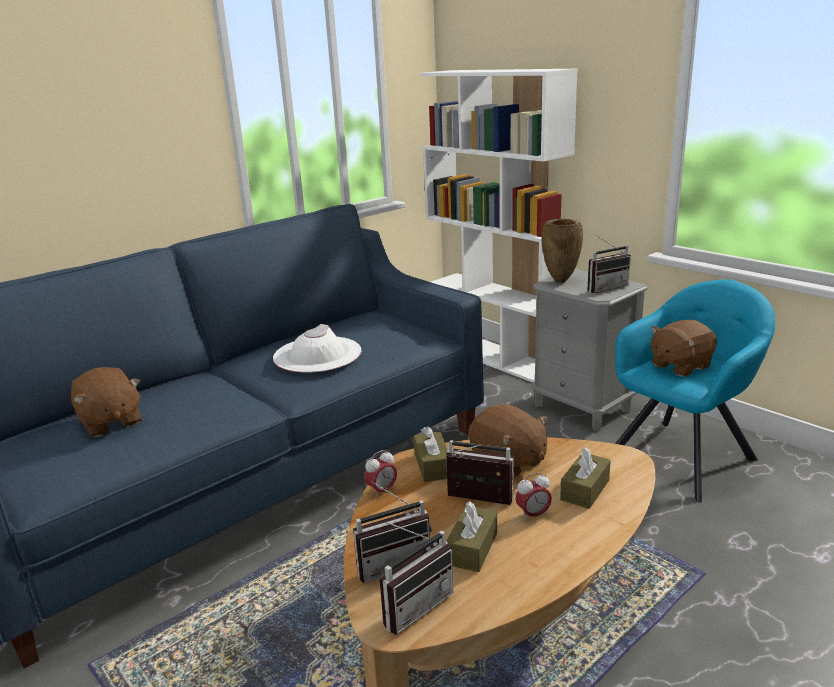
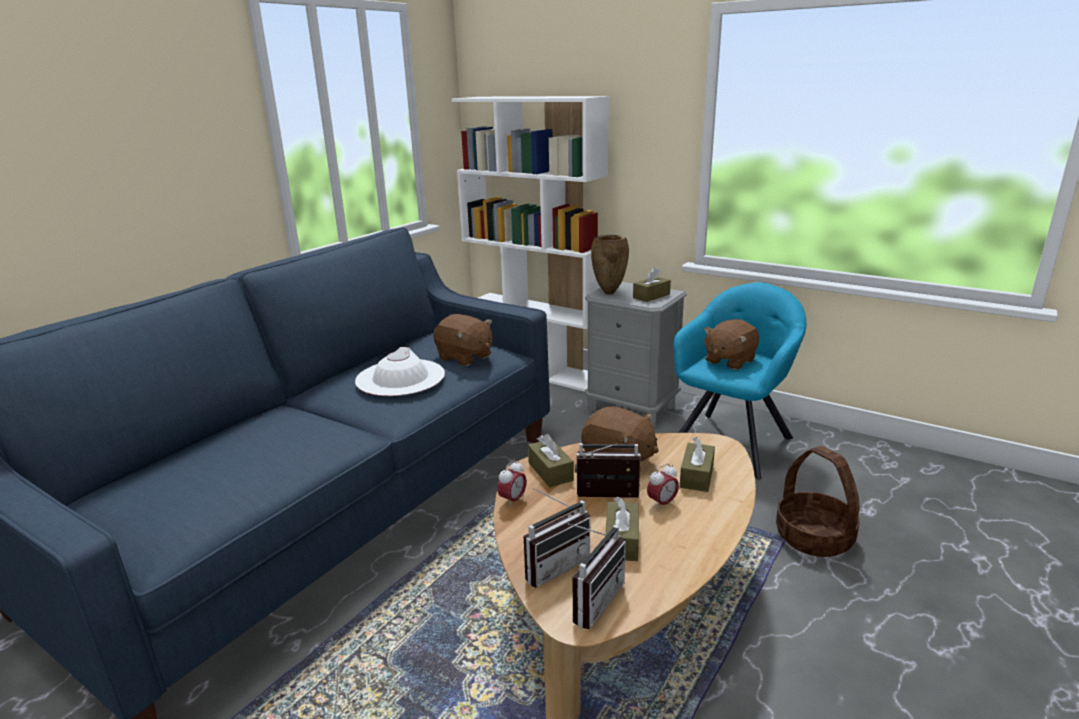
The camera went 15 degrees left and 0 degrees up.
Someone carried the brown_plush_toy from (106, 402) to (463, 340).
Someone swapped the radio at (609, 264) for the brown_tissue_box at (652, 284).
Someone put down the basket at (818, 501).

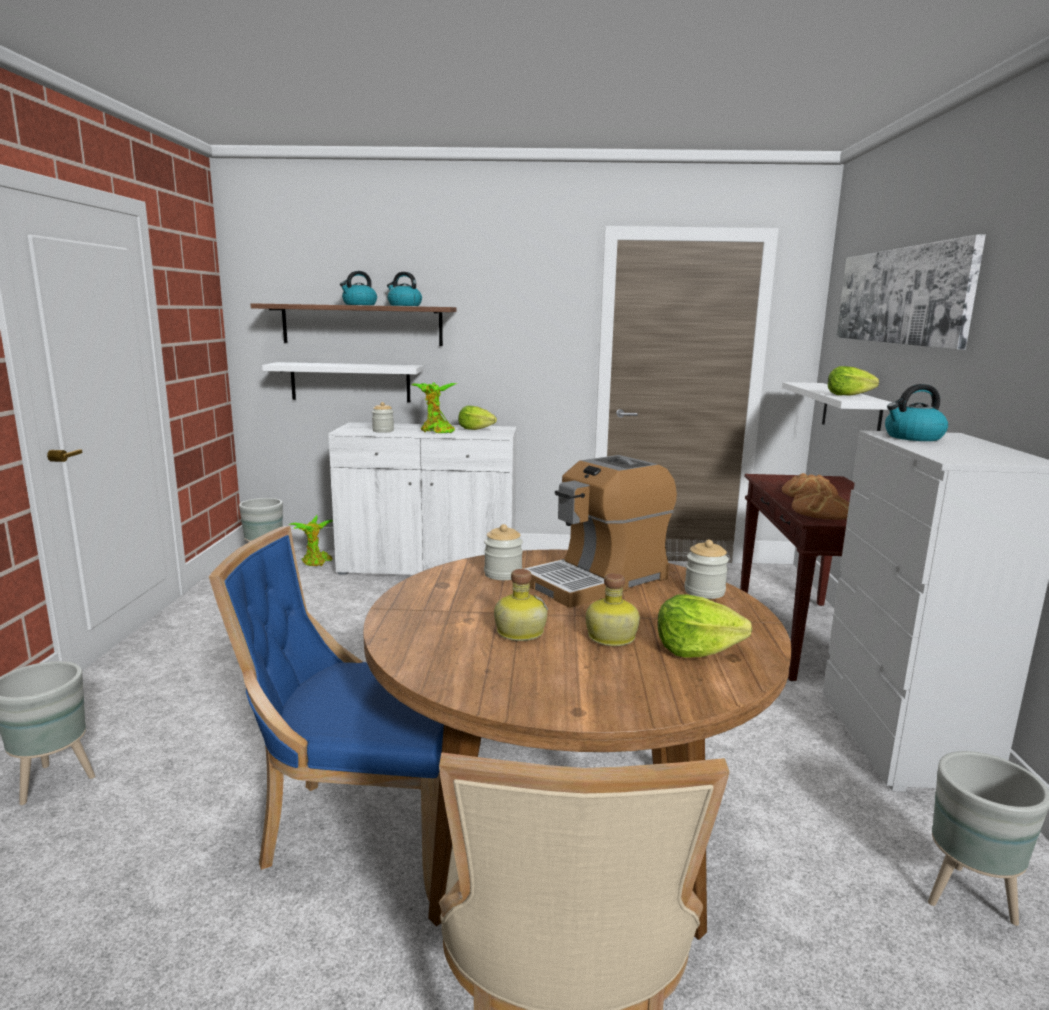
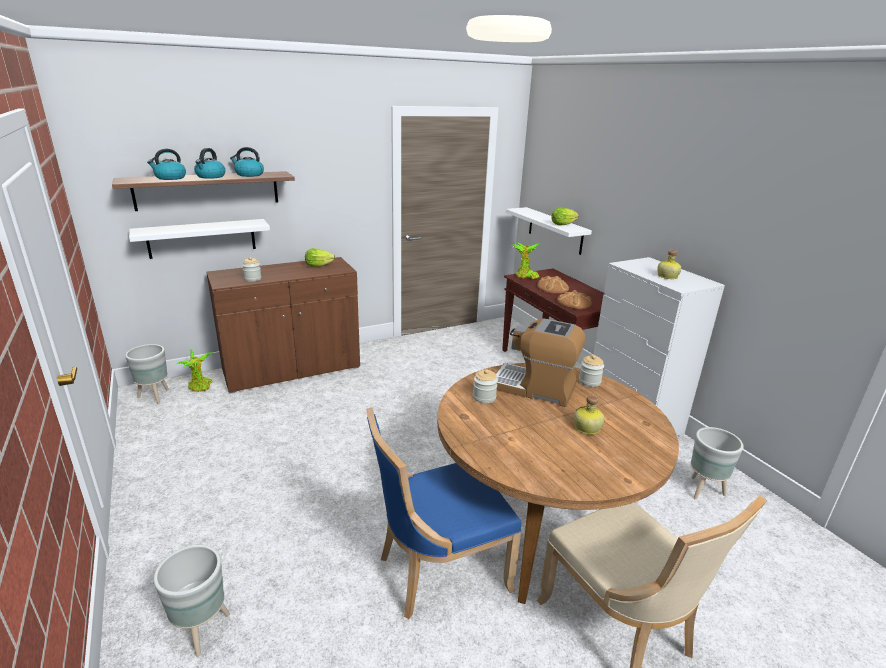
The camera went 30 degrees left and 10 degrees up.
Someone repainted the white_cabinet at (422, 498), which became the brown_cabinet at (283, 325).
Someone carried the potted_plant from (434, 407) to (526, 260).
Someone carried the bottle from (521, 605) to (669, 264).
Someone rotated the coffee_machine at (600, 531) by 90 degrees clockwise.
Someone took away the lettuce at (705, 625).
Someone took away the picture at (911, 292).
Someone carried the kettle from (916, 412) to (166, 164).

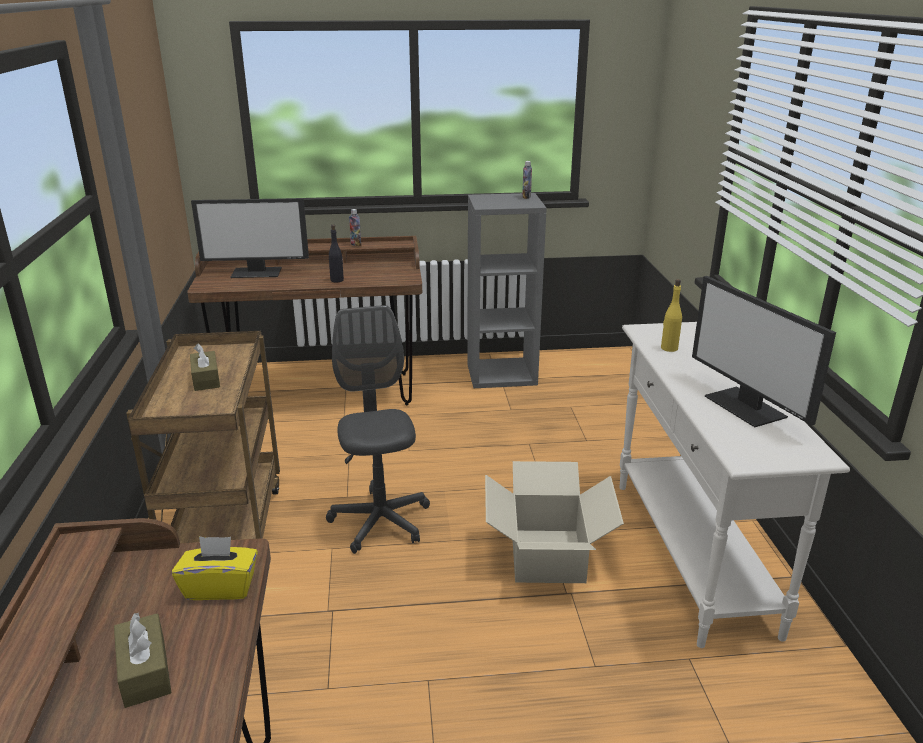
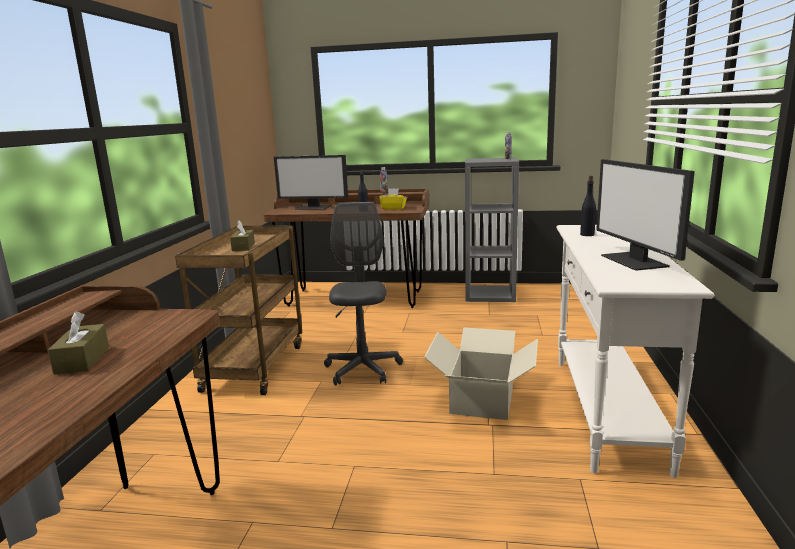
The camera went 15 degrees right and 10 degrees down.
Someone carried the yellow_tissue_box from (215, 568) to (393, 199).
Someone repainted the yellow_bottle at (671, 315), which became the black_bottle at (588, 206).

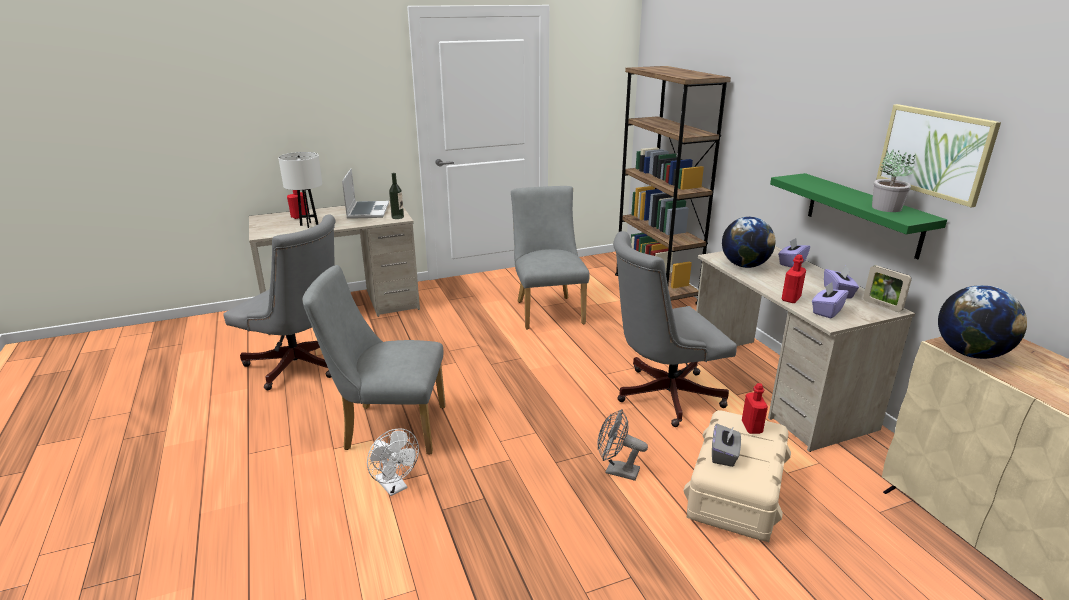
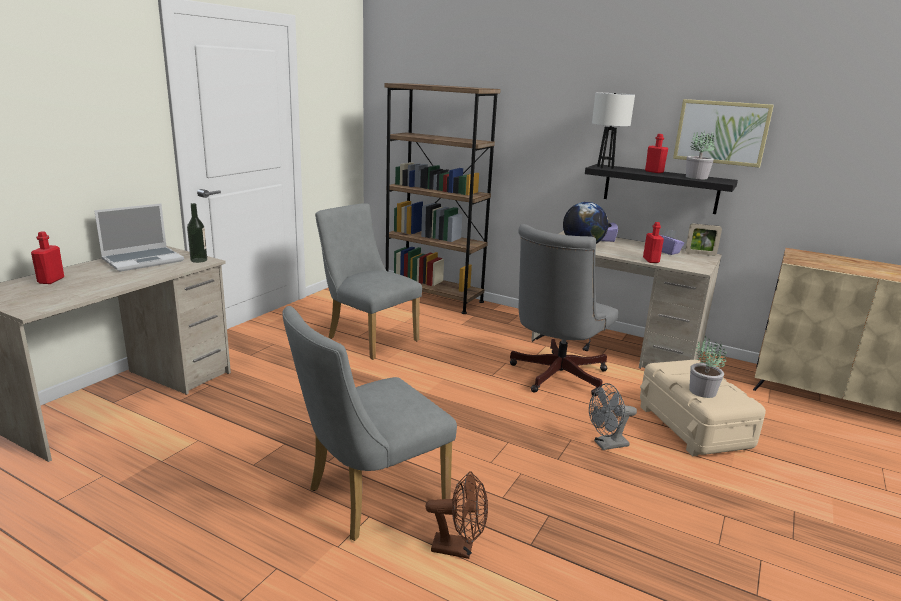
The camera went 40 degrees left and 5 degrees down.
Someone took away the grey_office_chair at (279, 302).
Someone carried the white_table_lamp from (300, 190) to (613, 130).
Someone rotated the laptop at (365, 194) by 90 degrees clockwise.
Someone repainted the white_fan at (393, 462), which became the brown_fan at (456, 515).
Someone swapped the grey_tissue_box at (726, 445) for the potted_plant at (708, 367).
Someone carried the red_bottle from (755, 408) to (656, 153).
Someone repainted the green_shelf at (858, 216), which became the black_shelf at (661, 189).
Someone took away the purple_tissue_box at (830, 300).
Someone took away the globe at (982, 322).

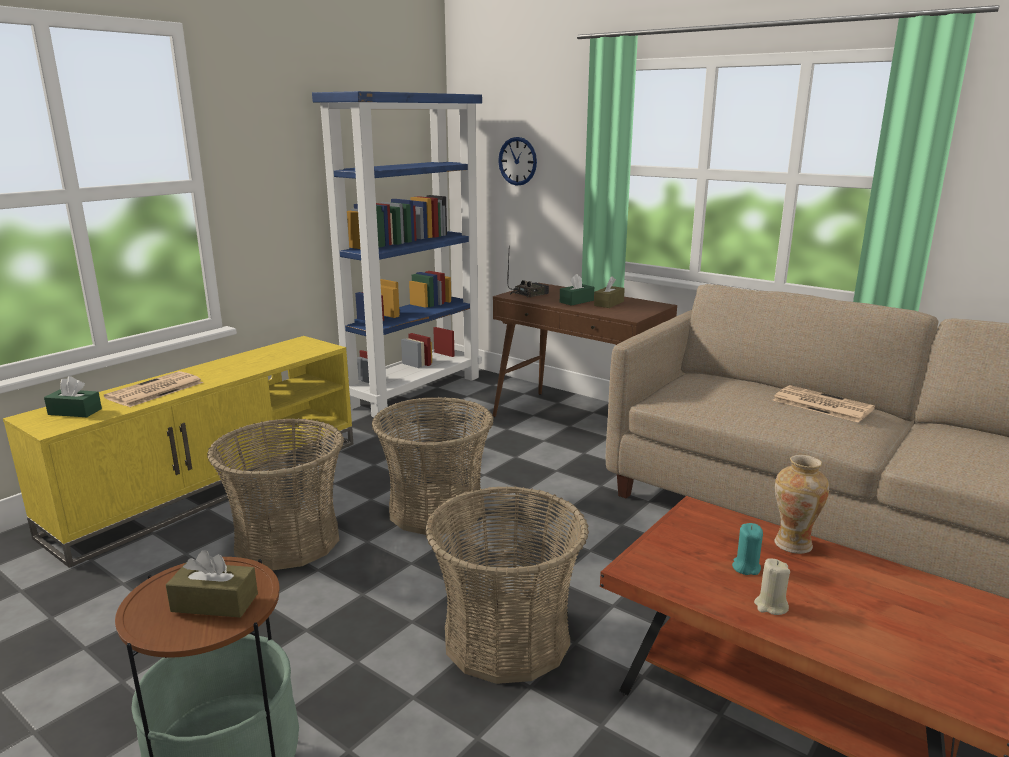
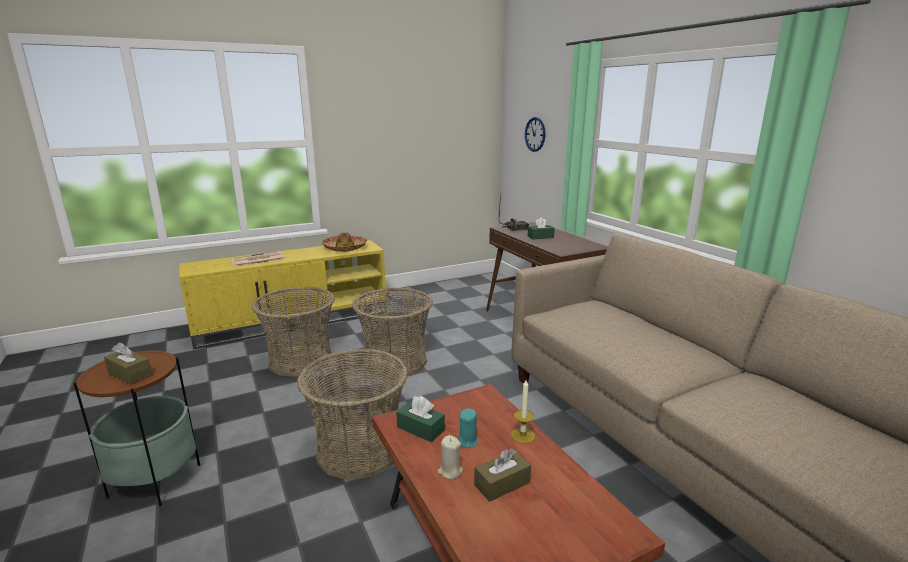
The camera went 25 degrees right and 0 degrees up.
Someone carried the green_tissue_box from (73, 396) to (420, 419).
Someone took away the blue_bookcase at (397, 254).
Someone carried the brown_tissue_box from (609, 292) to (502, 475).
Someone took away the newspaper at (824, 404).
Someone swapped the vase at (801, 504) for the candle at (523, 411).
Someone put down the hat at (344, 241).

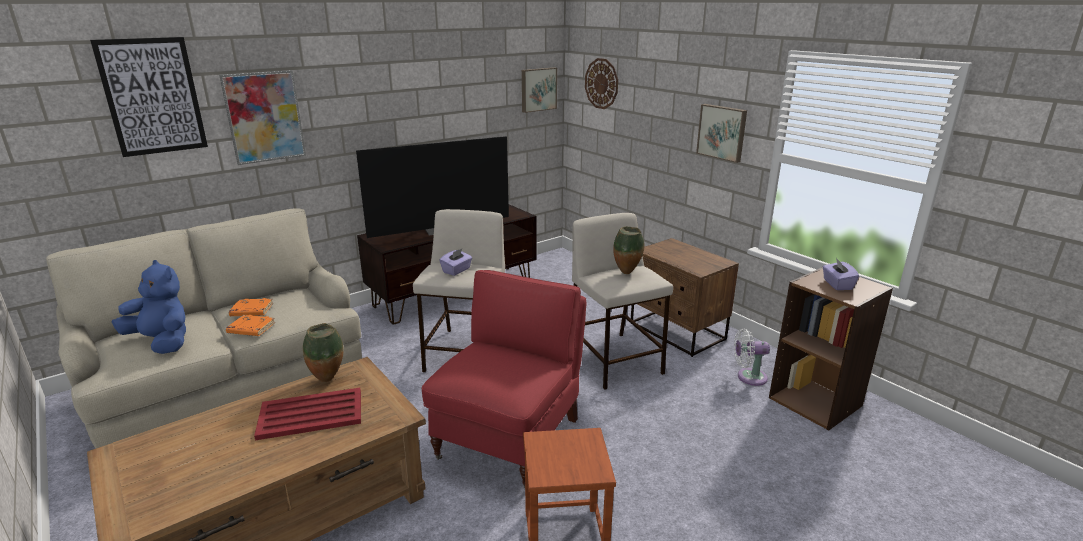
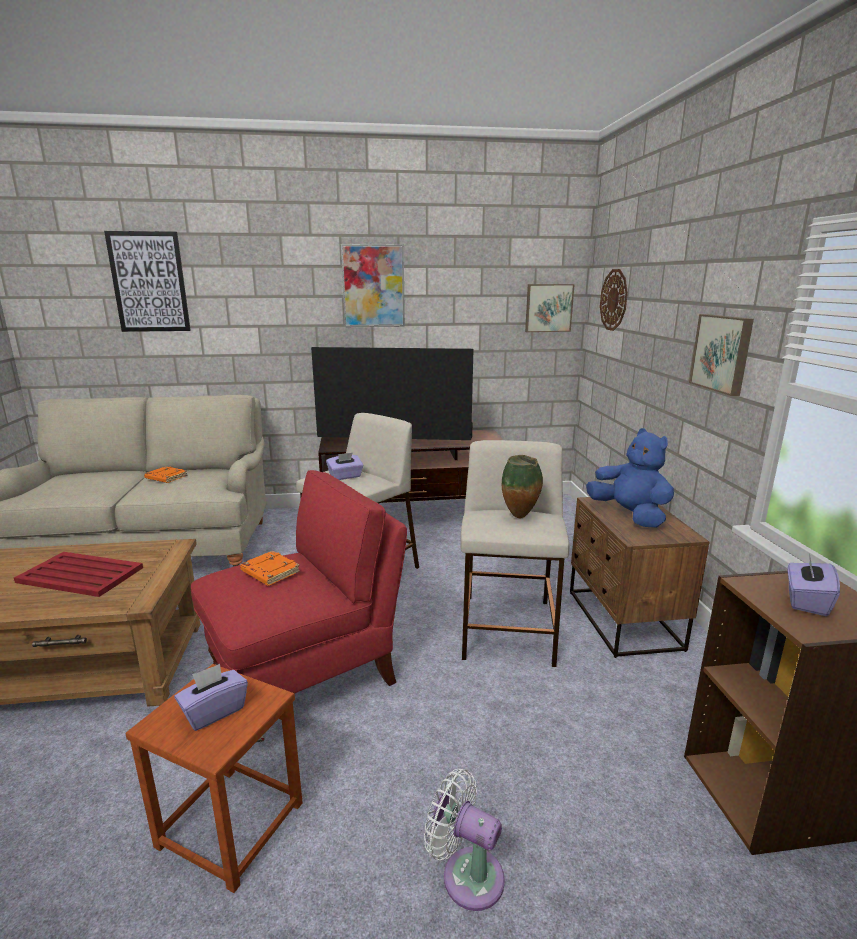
The camera went 30 degrees right and 5 degrees down.
Someone carried the blue_plush_toy from (149, 307) to (630, 478).
Someone carried the picture from (262, 117) to (373, 285).
Someone carried the orange_book from (250, 325) to (270, 568).
Someone took away the vase at (323, 352).
Someone carried the white_fan from (752, 357) to (464, 839).
Someone put down the purple_tissue_box at (211, 697).

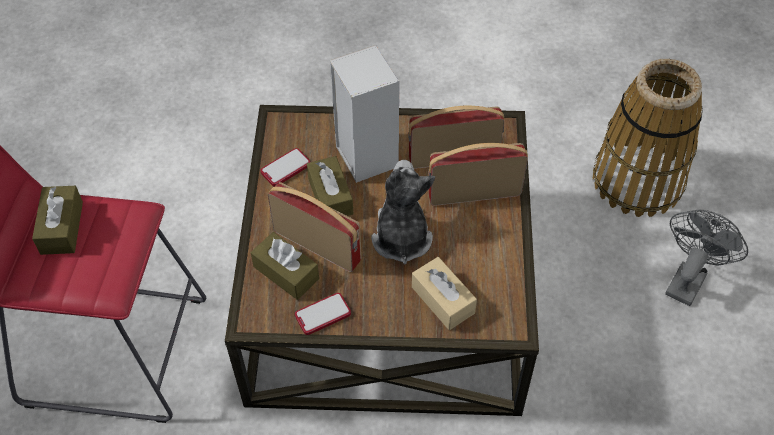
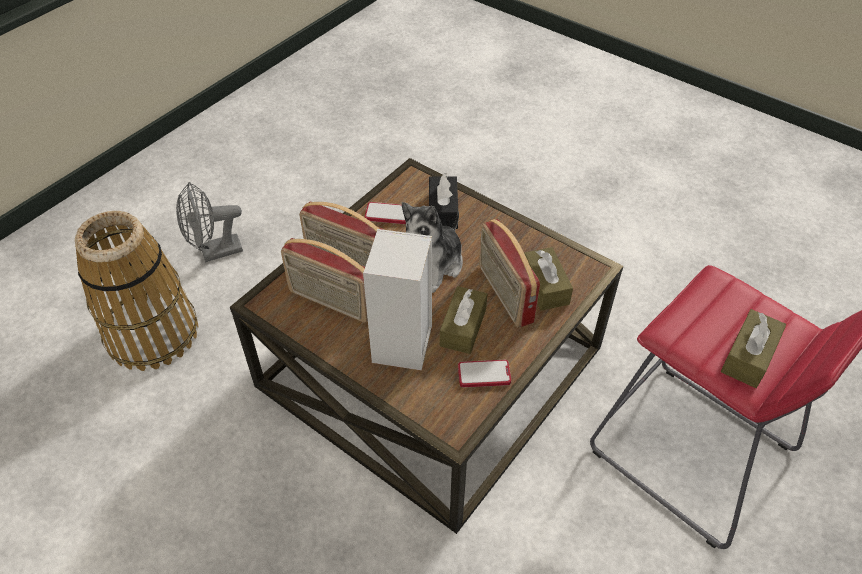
The camera went 145 degrees left and 5 degrees down.
Someone carried the phone from (323, 314) to (385, 213).
Someone repainted the beige_tissue_box at (444, 293), which became the black_tissue_box at (443, 201).

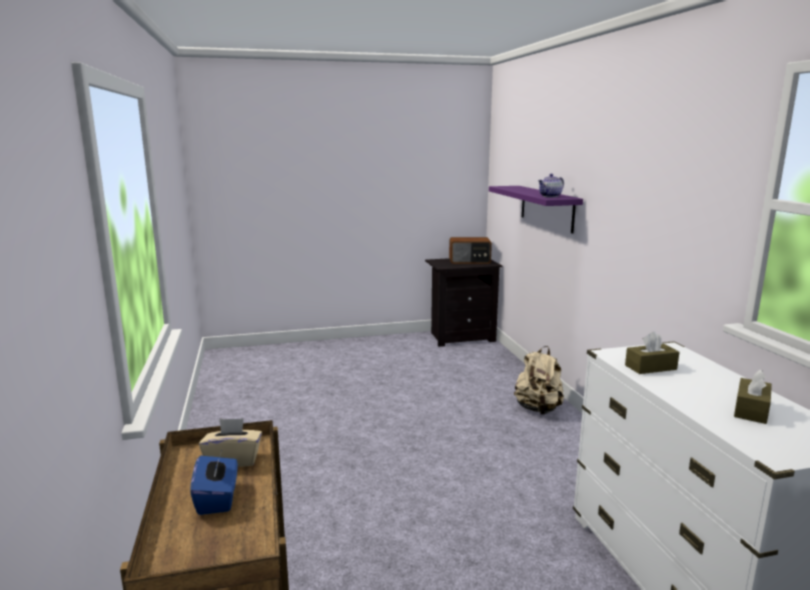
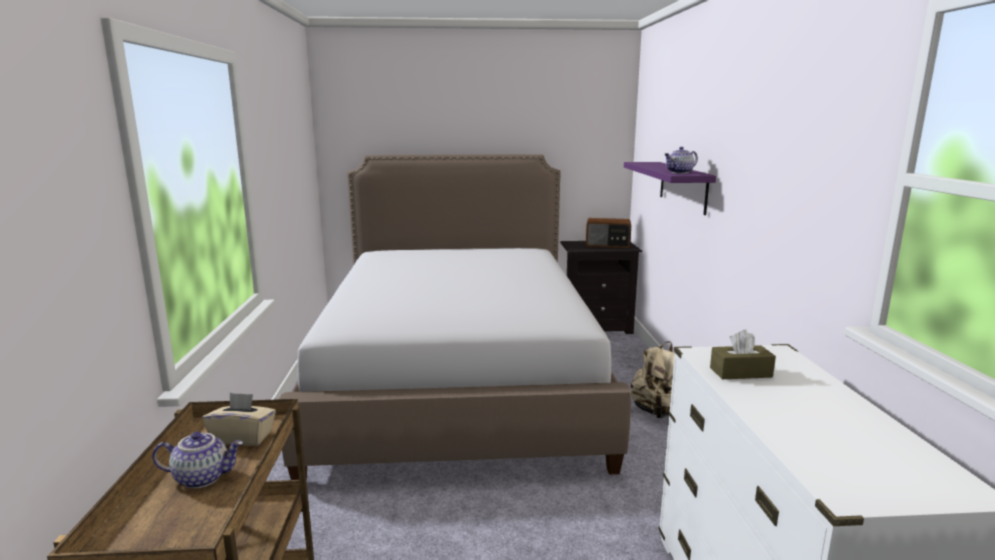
The camera went 10 degrees right and 0 degrees up.
Someone swapped the blue_tissue_box at (214, 483) for the teapot at (197, 460).
Someone took away the brown_tissue_box at (753, 396).
Someone put down the bed at (455, 317).

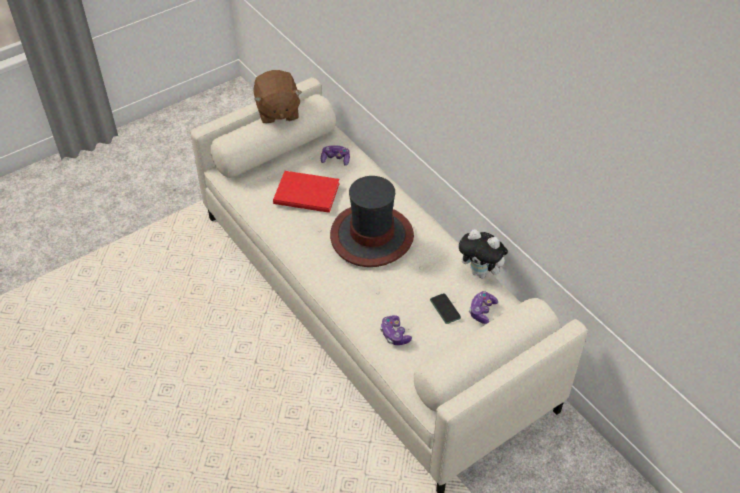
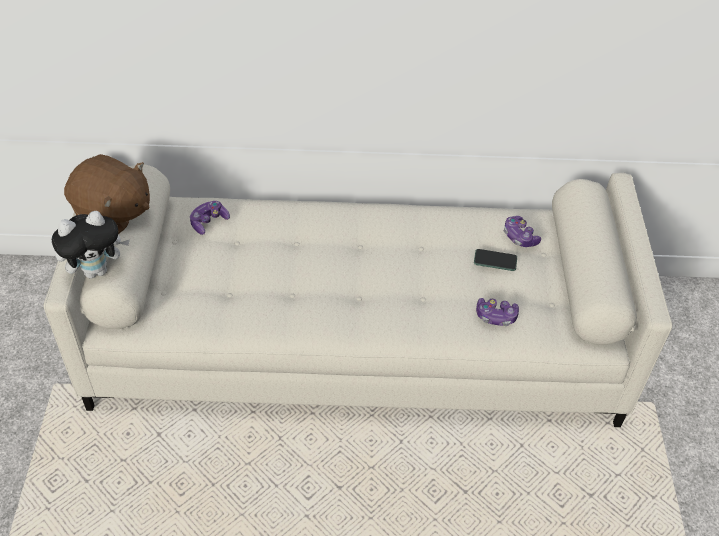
The camera went 55 degrees left and 0 degrees up.
Someone took away the red_book at (306, 192).
Someone took away the hat at (372, 221).
Someone carried the plush_toy from (484, 253) to (91, 244).

